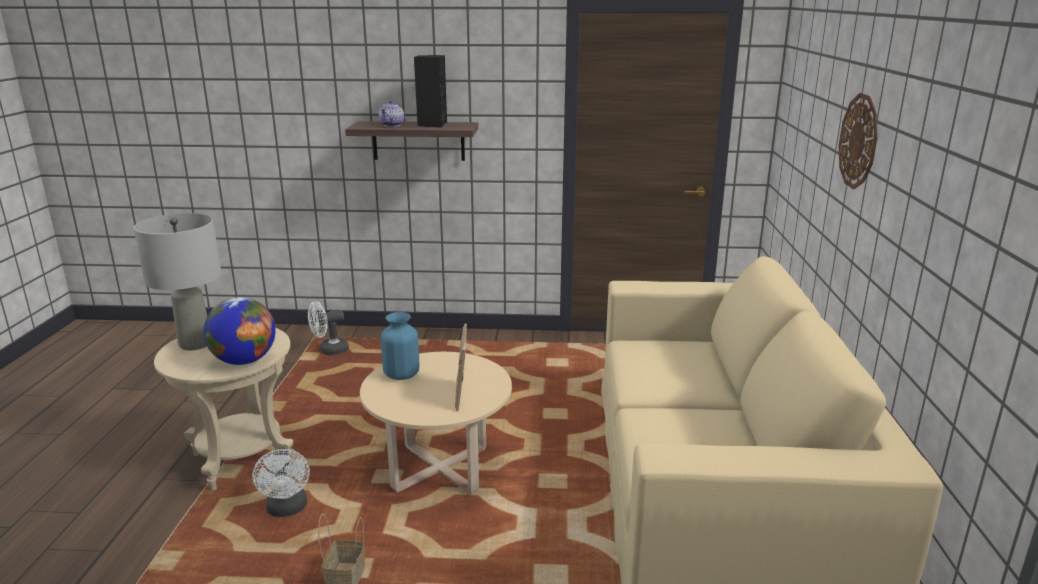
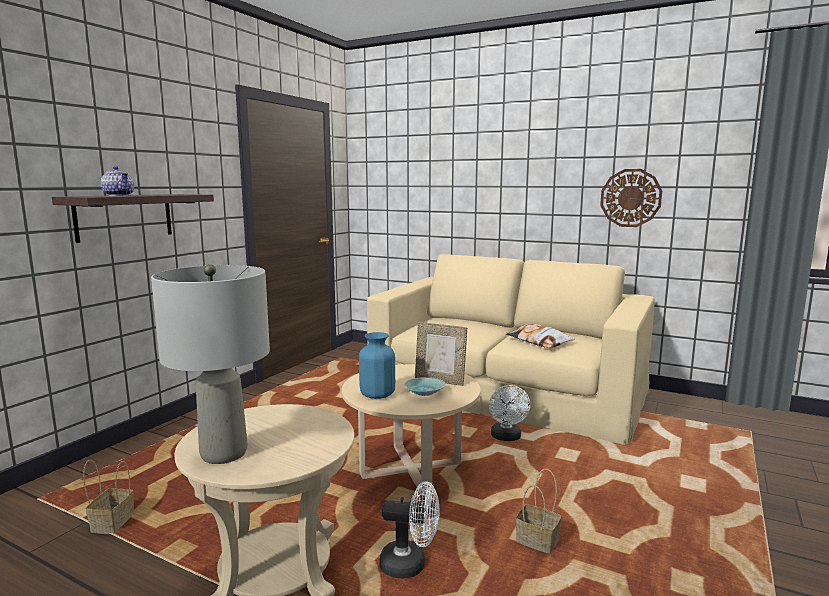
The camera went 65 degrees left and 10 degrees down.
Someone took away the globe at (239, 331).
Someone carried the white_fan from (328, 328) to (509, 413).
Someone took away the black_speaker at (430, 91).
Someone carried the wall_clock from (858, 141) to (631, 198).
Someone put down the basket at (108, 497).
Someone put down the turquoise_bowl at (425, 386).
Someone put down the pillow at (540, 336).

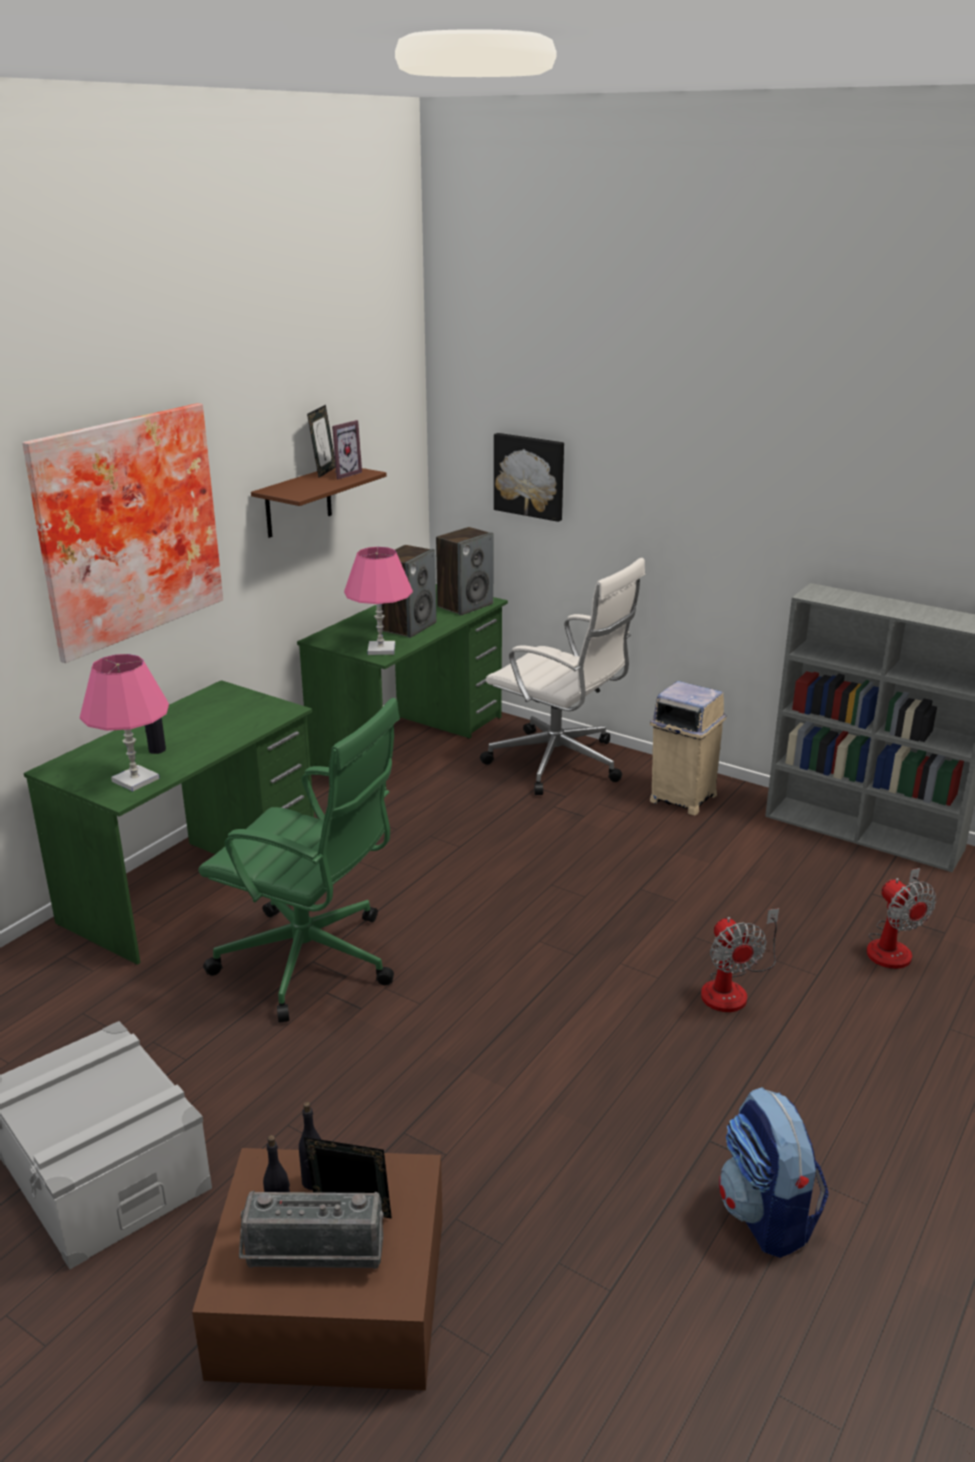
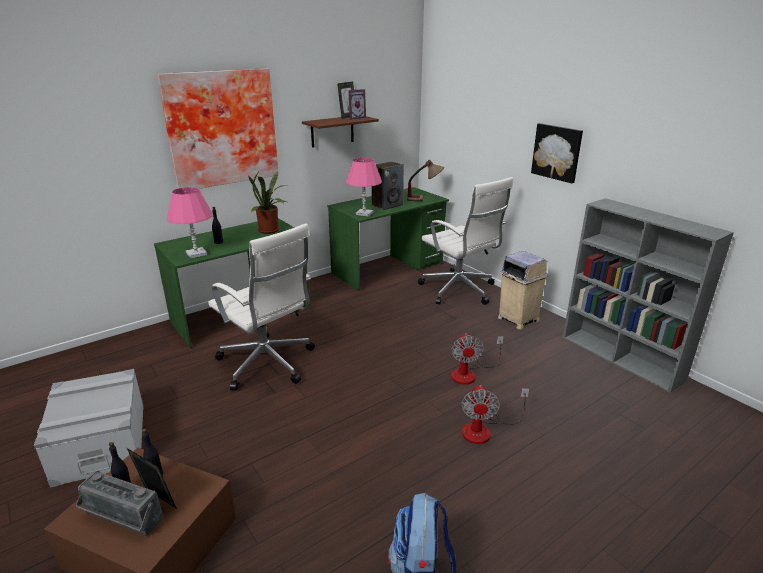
The camera went 20 degrees right and 0 degrees up.
Someone repainted the green_office_chair at (299, 860), which became the white_office_chair at (261, 307).
Someone swapped the speaker at (464, 571) for the table_lamp at (425, 180).
Someone carried the picture from (529, 477) to (557, 153).
Someone carried the fan from (901, 918) to (477, 359).
Someone put down the potted_plant at (268, 202).

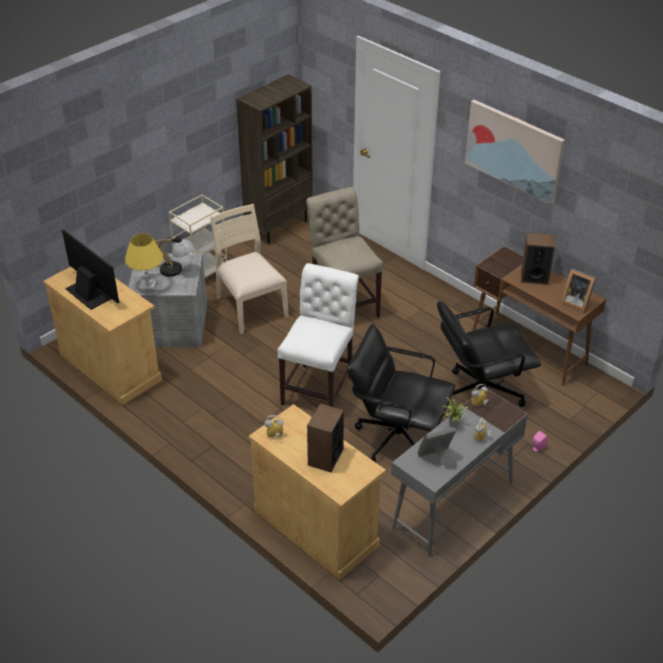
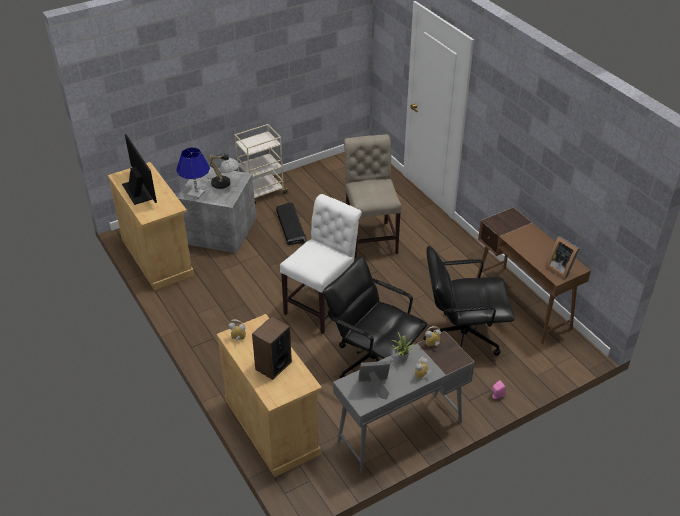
The camera went 15 degrees right and 0 degrees up.
Someone repainted the yellow_table_lamp at (144, 262), which became the blue_table_lamp at (193, 173).
Someone swapped the beige_chair at (249, 269) for the black_storage_box at (291, 224).
Someone took away the brown_bookcase at (274, 159).
Someone took away the picture at (515, 152).
Someone took away the speaker at (538, 258).

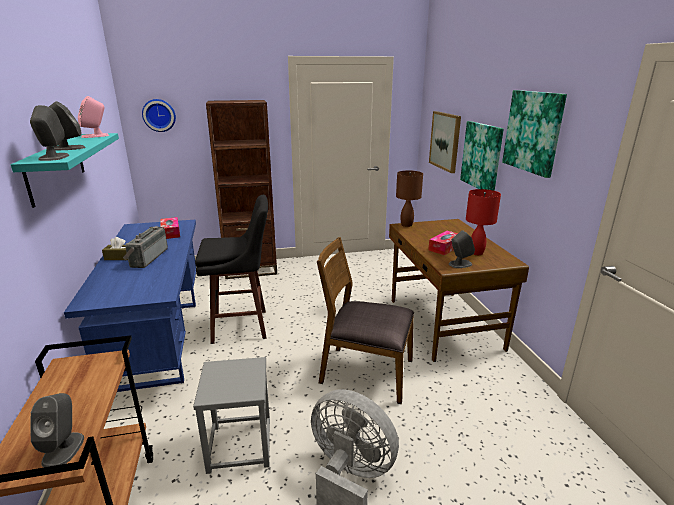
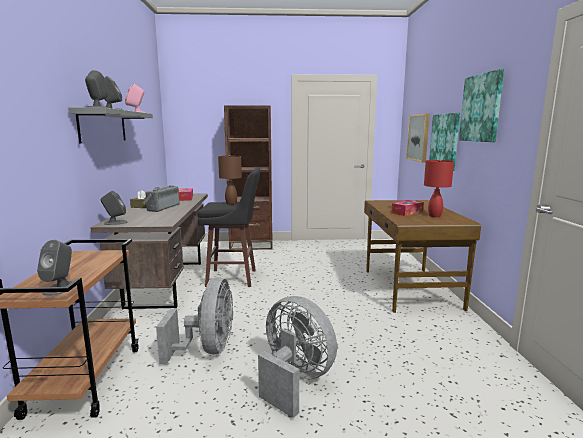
The camera went 10 degrees right and 10 degrees down.
Someone repainted the turquoise_shelf at (65, 170), which became the grey_shelf at (110, 125).
Someone repainted the blue_desk at (130, 306), which became the brown_desk at (149, 251).
Someone took away the wall_clock at (159, 115).
Someone swapped the grey_stool at (231, 415) for the grey_fan at (194, 320).
Someone took away the brown_chair at (365, 321).
Someone carried the brown_table_lamp from (409, 198) to (230, 180).
Someone carried the grey_speaker from (462, 249) to (114, 208).

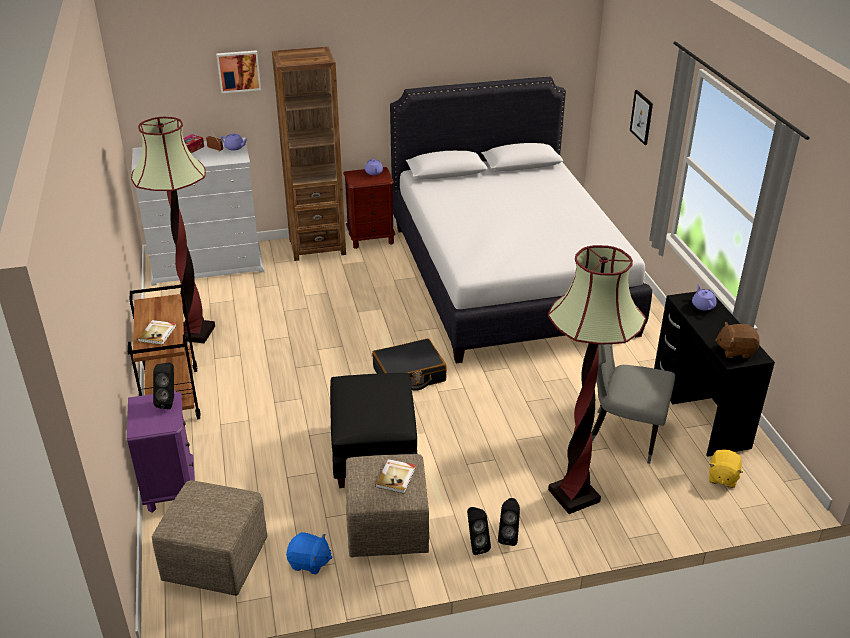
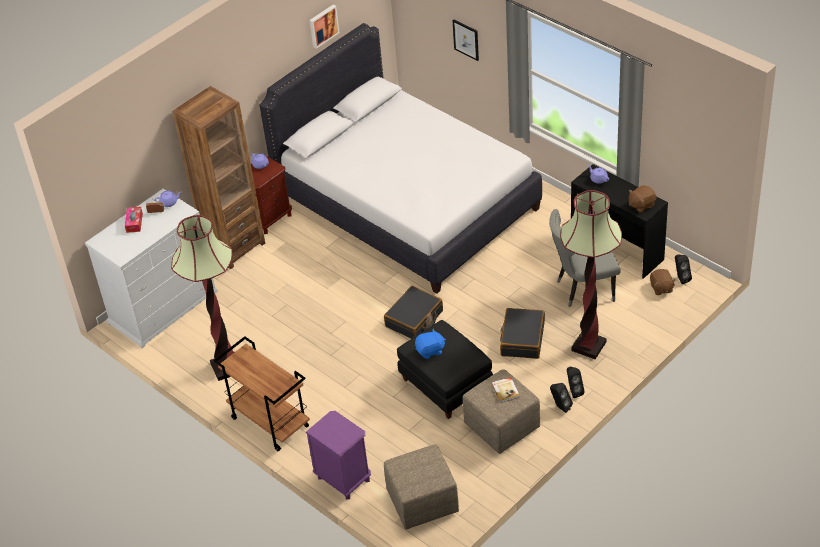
The camera went 30 degrees left and 10 degrees up.
Someone took away the book at (156, 332).
Someone carried the black_speaker from (163, 385) to (683, 269).
Someone carried the picture from (238, 71) to (324, 27).
Someone carried the blue_plush_toy from (309, 553) to (430, 344).
Someone repainted the yellow_plush_toy at (726, 468), which became the brown_plush_toy at (663, 282).
Someone put down the black_suitcase at (522, 333).

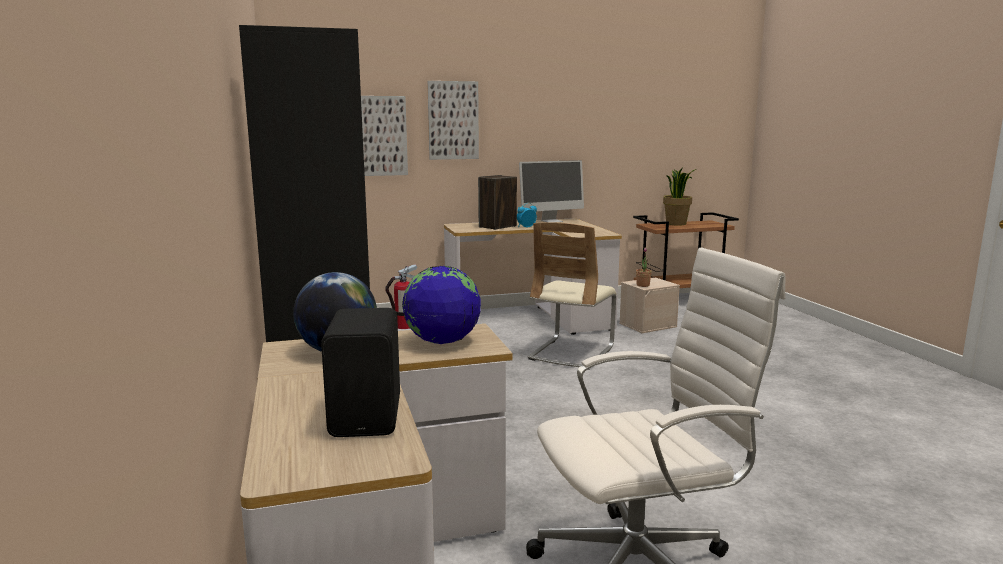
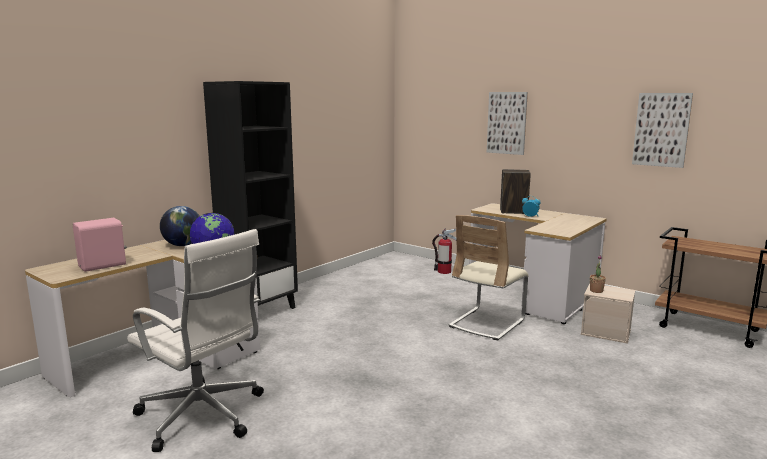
The camera went 55 degrees right and 0 degrees up.
Someone repainted the black_speaker at (360, 372), which became the pink_speaker at (100, 245).
Someone carried the picture from (384, 136) to (662, 130).
Someone took away the monitor at (551, 191).
Someone rotated the beige_chair at (572, 296) by 45 degrees counterclockwise.
Someone took away the potted_plant at (679, 196).

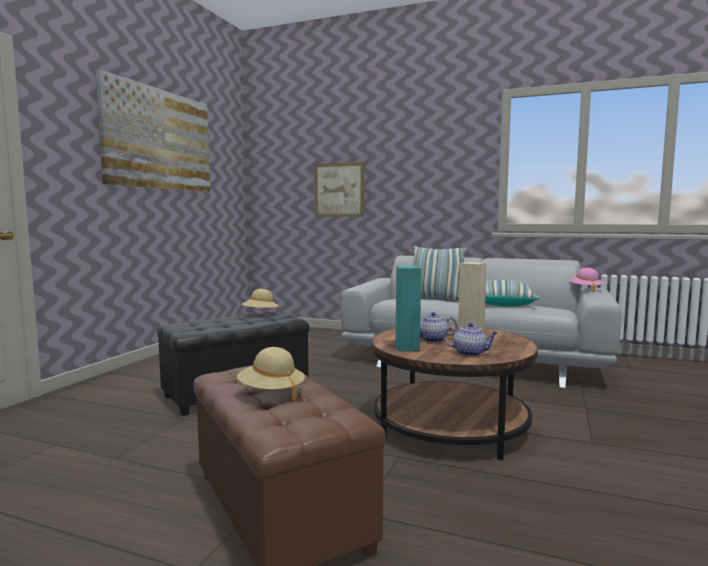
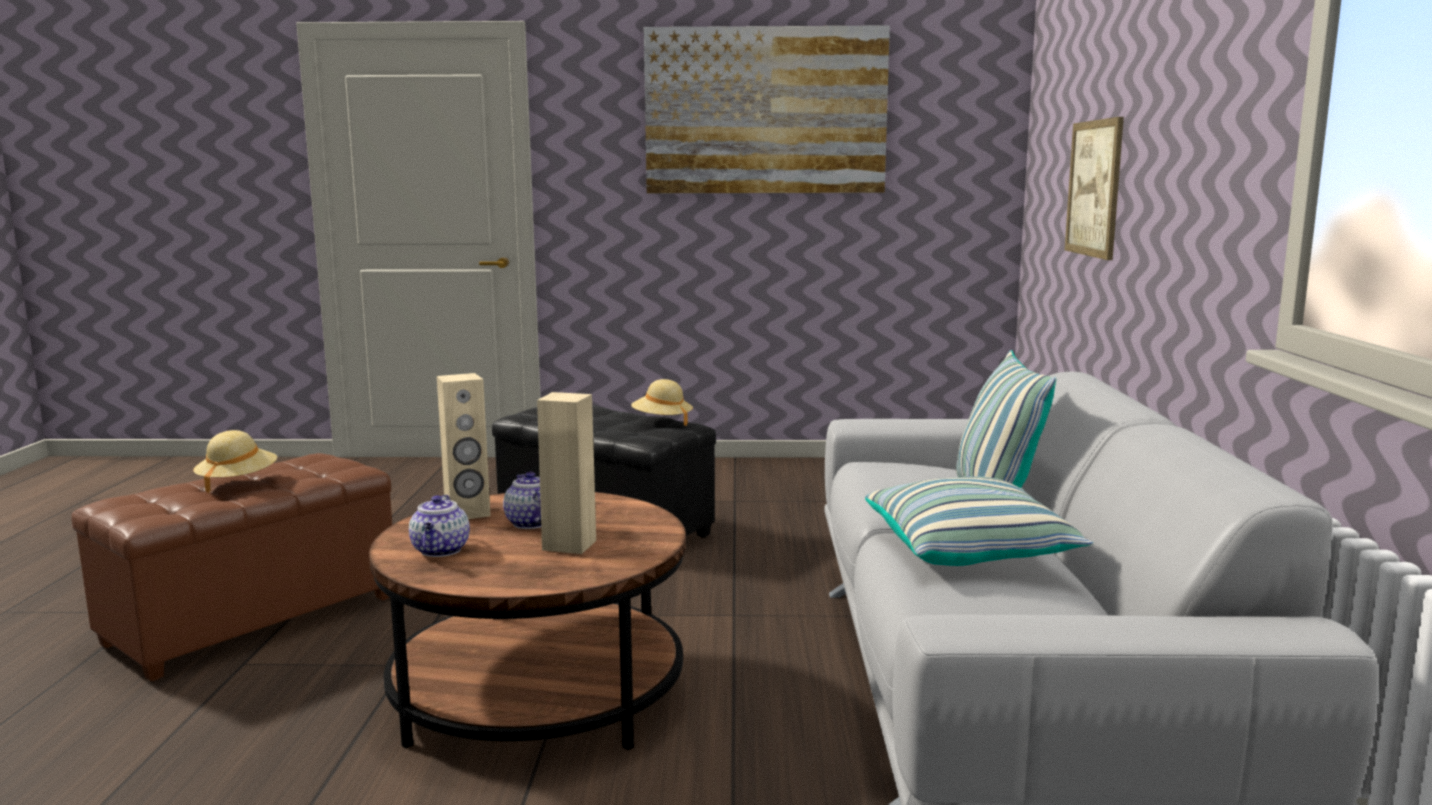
The camera went 70 degrees right and 5 degrees up.
Someone repainted the turquoise_speaker at (408, 308), which became the beige_speaker at (464, 446).
Someone took away the pink_hat at (586, 279).

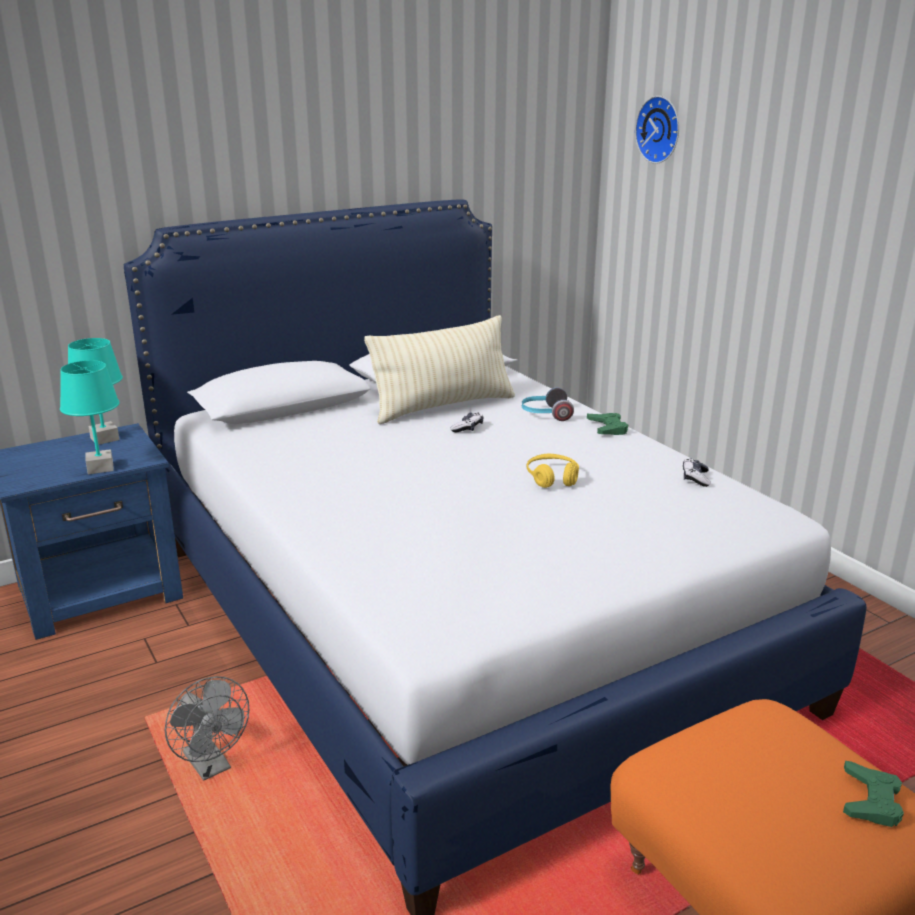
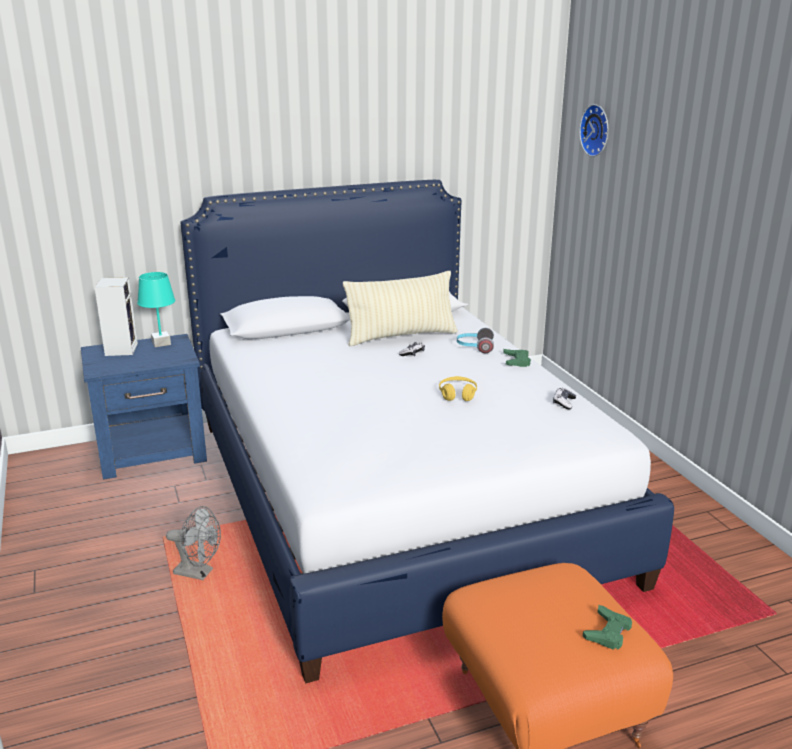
The camera went 10 degrees right and 0 degrees up.
Someone took away the turquoise_table_lamp at (90, 417).
Someone rotated the grey_fan at (206, 728) by 45 degrees counterclockwise.
Someone put down the speaker at (116, 316).

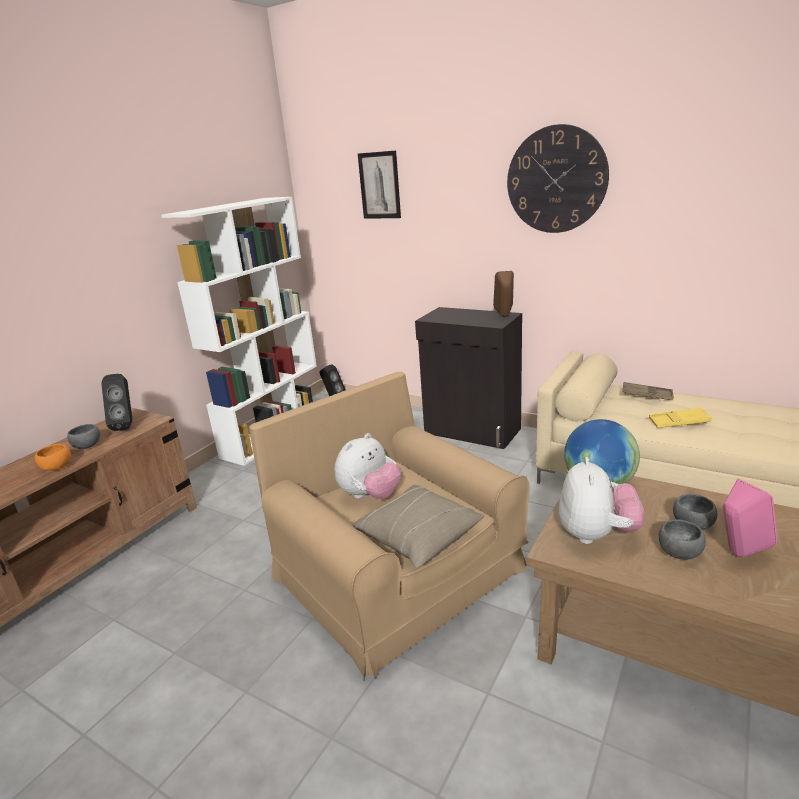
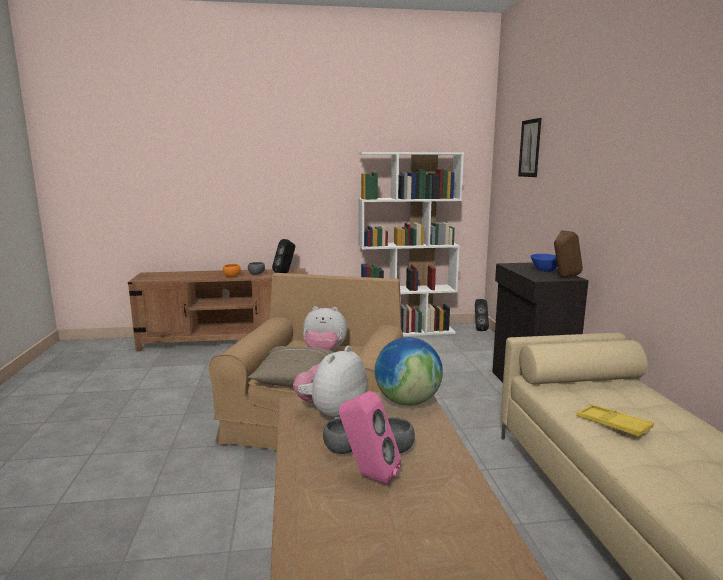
The camera went 50 degrees right and 10 degrees down.
Someone took away the wall_clock at (558, 178).
Someone rotated the plush_toy at (601, 500) by 150 degrees clockwise.
Someone took away the brown_tray at (648, 391).
Someone put down the blue_bowl at (543, 263).

